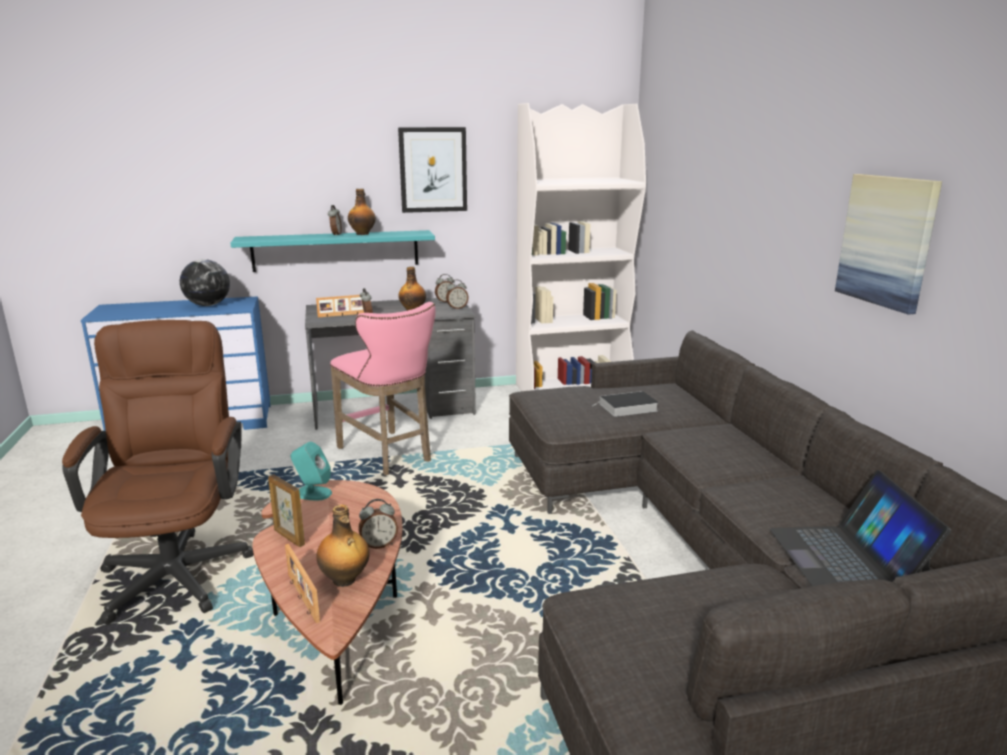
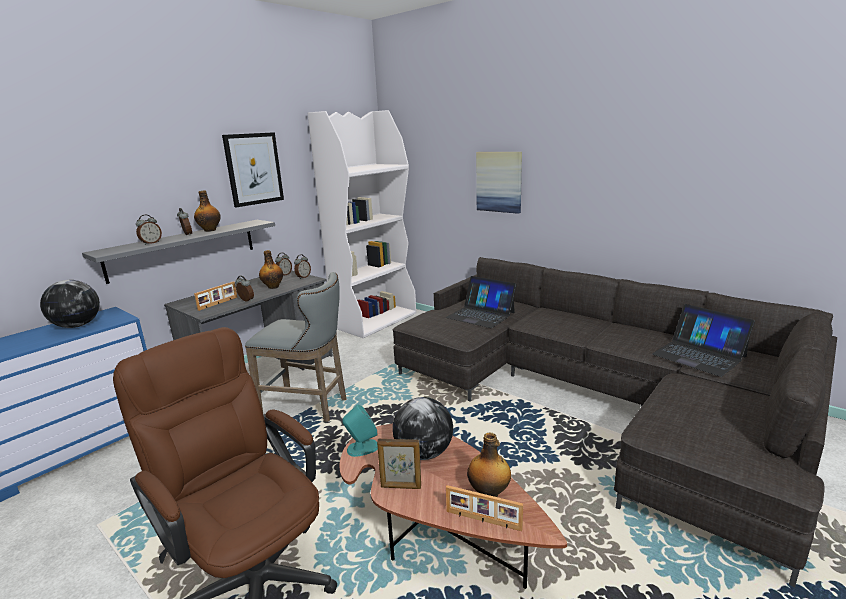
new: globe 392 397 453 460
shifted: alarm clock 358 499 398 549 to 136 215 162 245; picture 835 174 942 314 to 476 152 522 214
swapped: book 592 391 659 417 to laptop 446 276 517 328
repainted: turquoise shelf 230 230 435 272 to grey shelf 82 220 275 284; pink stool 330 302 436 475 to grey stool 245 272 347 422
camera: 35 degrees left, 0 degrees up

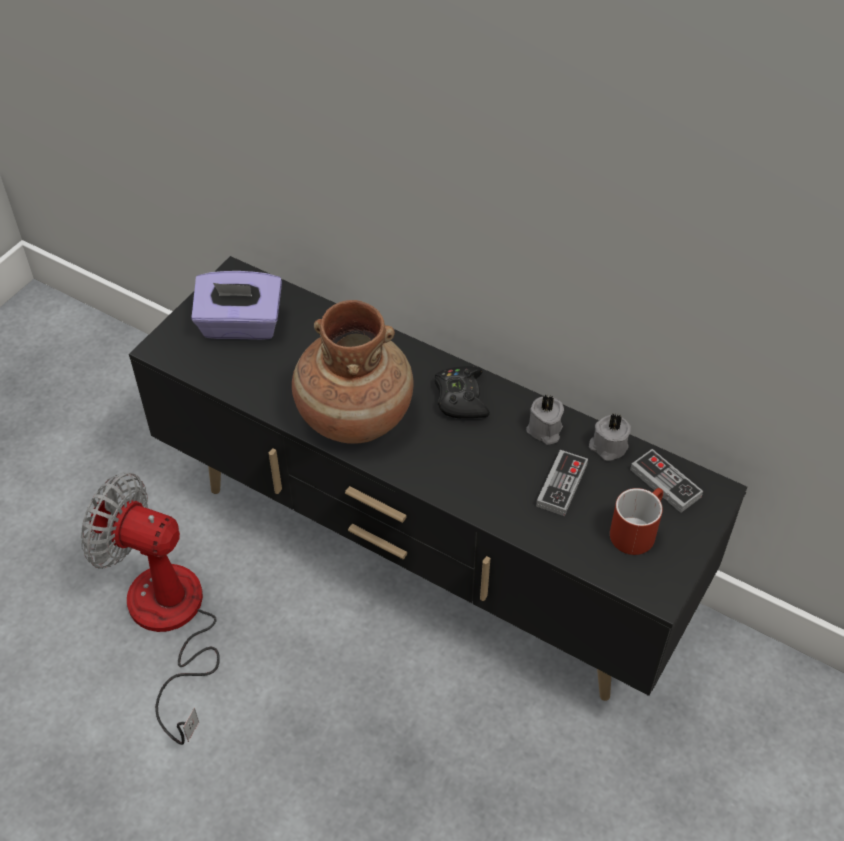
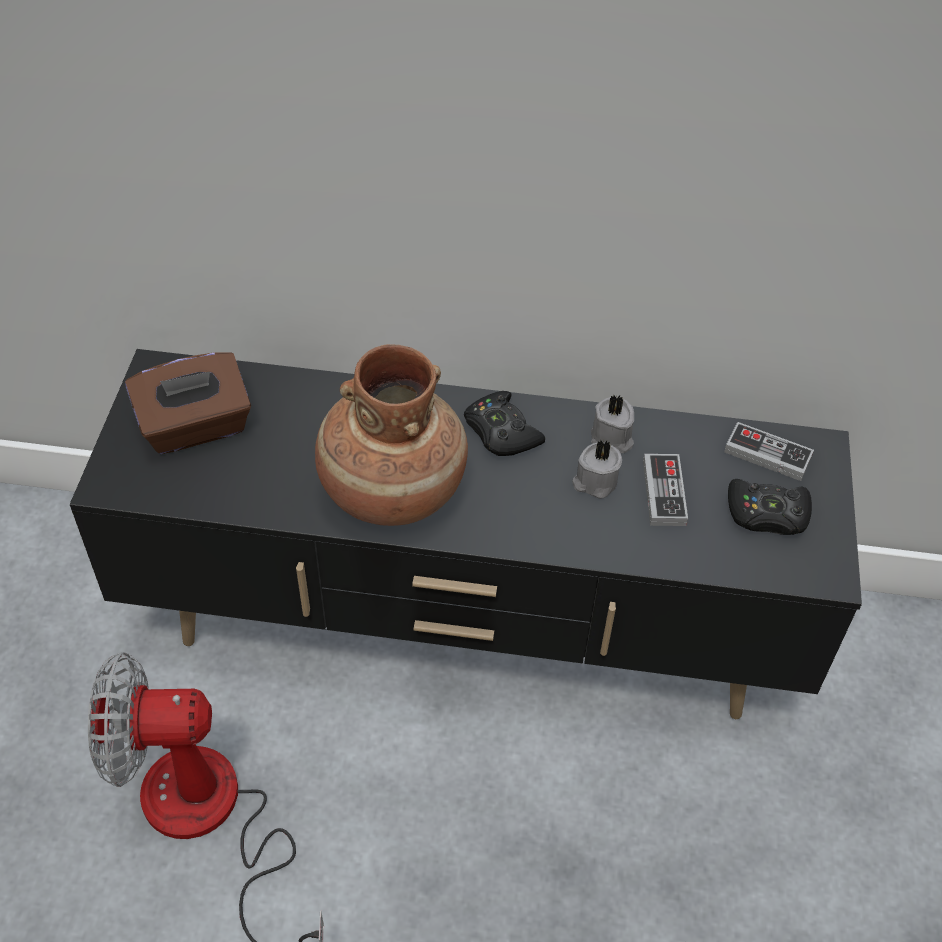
shifted: grey candle 589 413 631 461 to 572 439 622 499
swapped: red mug 610 488 663 555 to black game controller 728 479 812 535
repainted: purple tissue box 191 271 282 340 to brown tissue box 125 352 251 454
camera: 25 degrees left, 0 degrees up

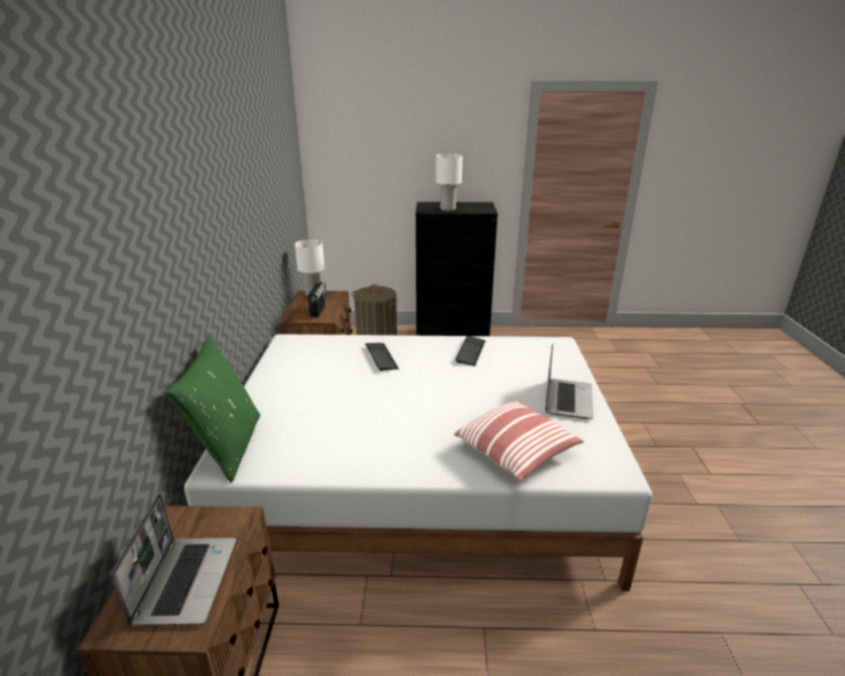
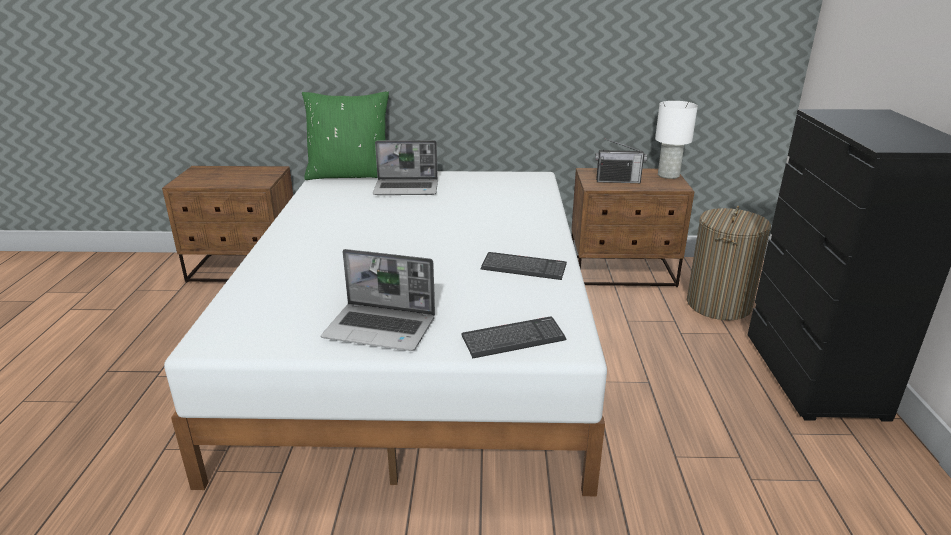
gone: white table lamp 436 154 463 211; pillow 454 401 584 481
shifted: laptop 110 493 236 627 to 373 140 438 195; keyboard 365 343 399 371 to 462 317 567 358
camera: 90 degrees right, 0 degrees up

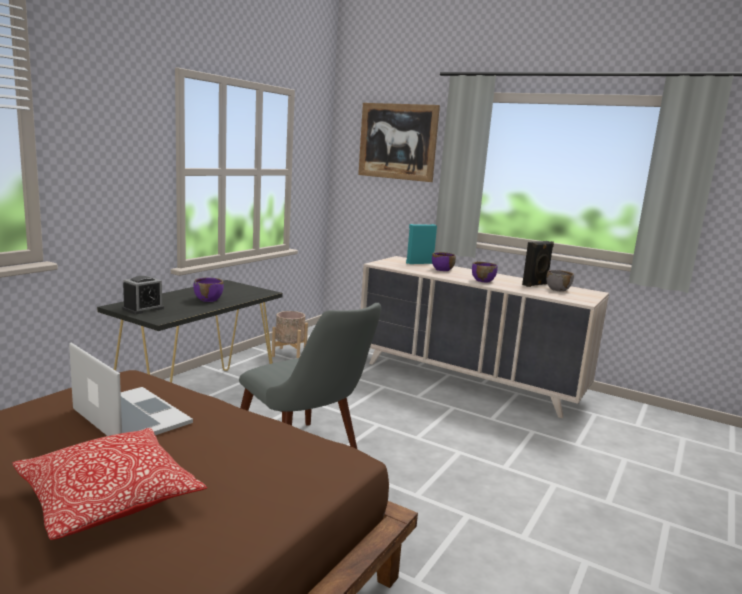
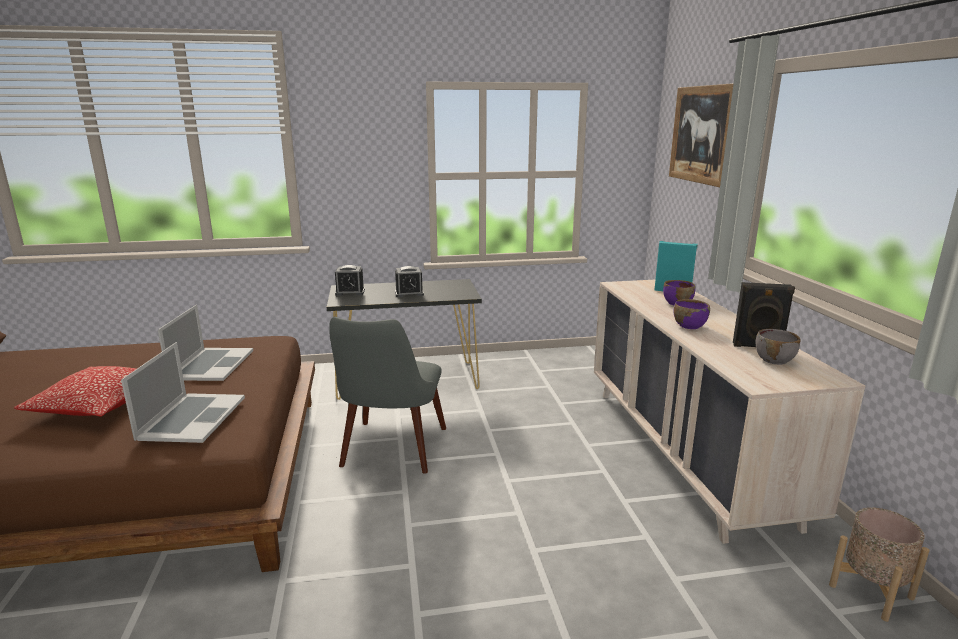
new: laptop 121 342 245 443
shifted: beige planter 272 311 308 358 to 829 508 930 622
swapped: purple bowl 193 278 224 302 to alarm clock 395 266 424 297
camera: 50 degrees right, 5 degrees up

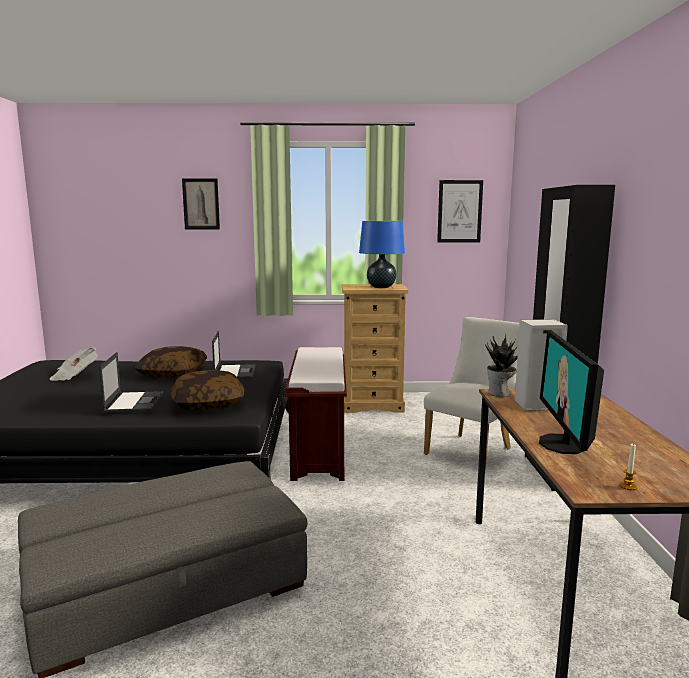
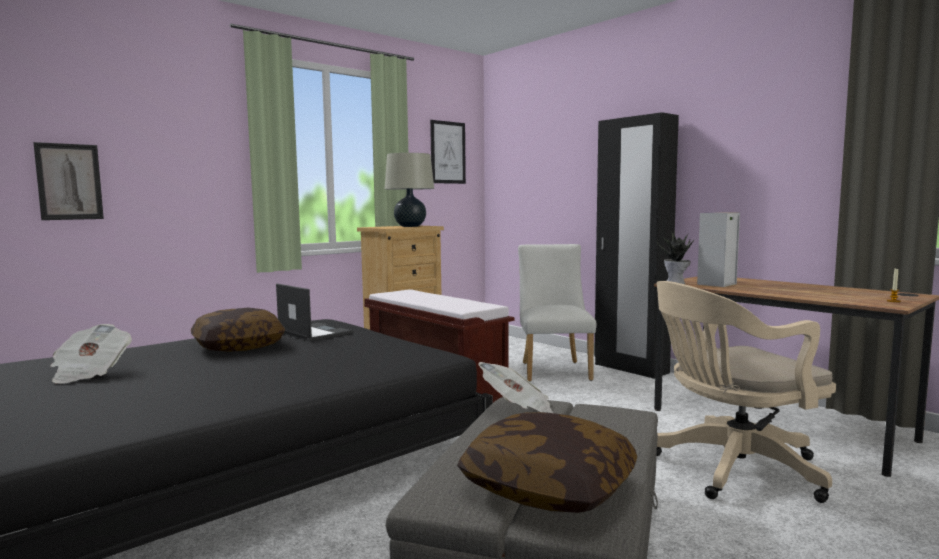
gone: laptop 99 352 163 413; monitor 539 330 604 454
new: newspaper 478 362 553 413; beige office chair 657 281 836 503
shifted: pillow 171 370 244 411 to 457 412 637 513; picture 182 178 220 229 to 33 142 104 220
repainted: blue table lamp 359 221 405 288 to beige table lamp 385 153 434 227
camera: 40 degrees left, 5 degrees down

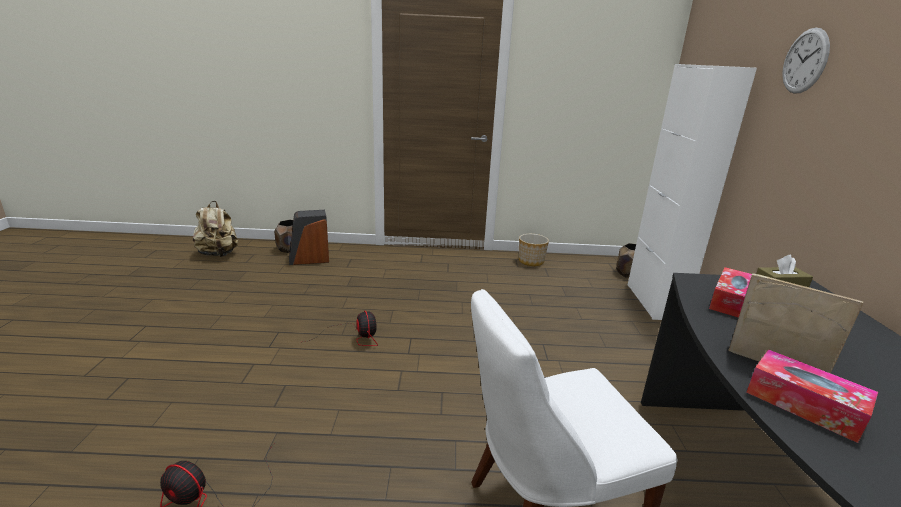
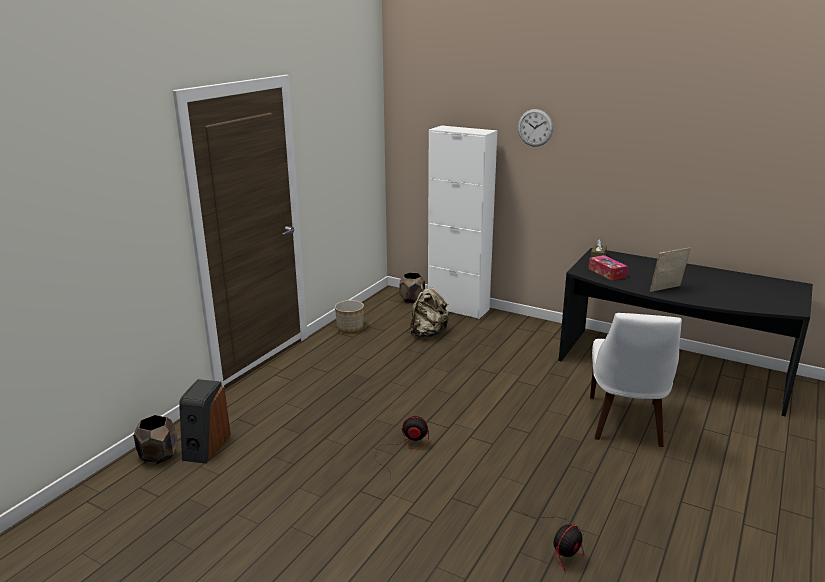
gone: tissue box 746 349 878 443
shifted: beige backpack 193 201 238 257 to 410 284 449 337
camera: 60 degrees left, 0 degrees up

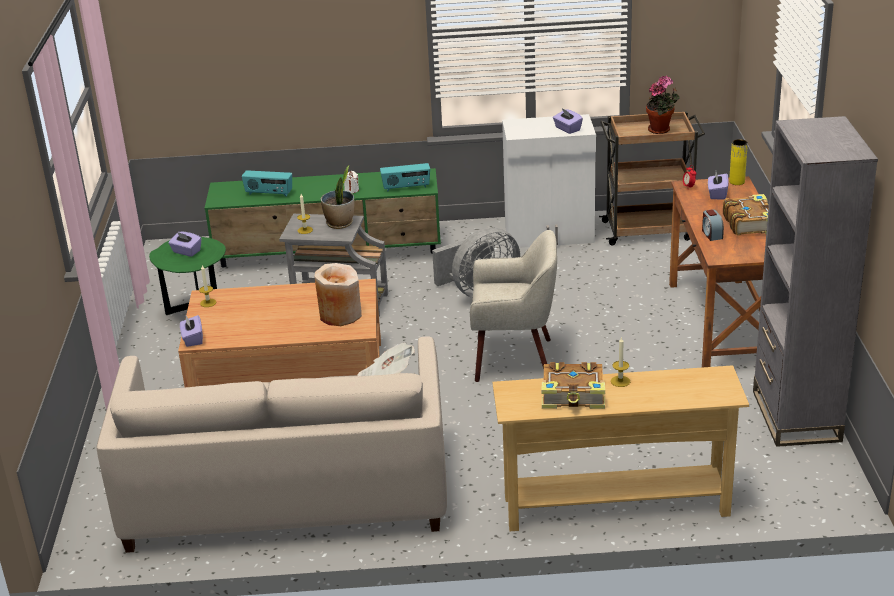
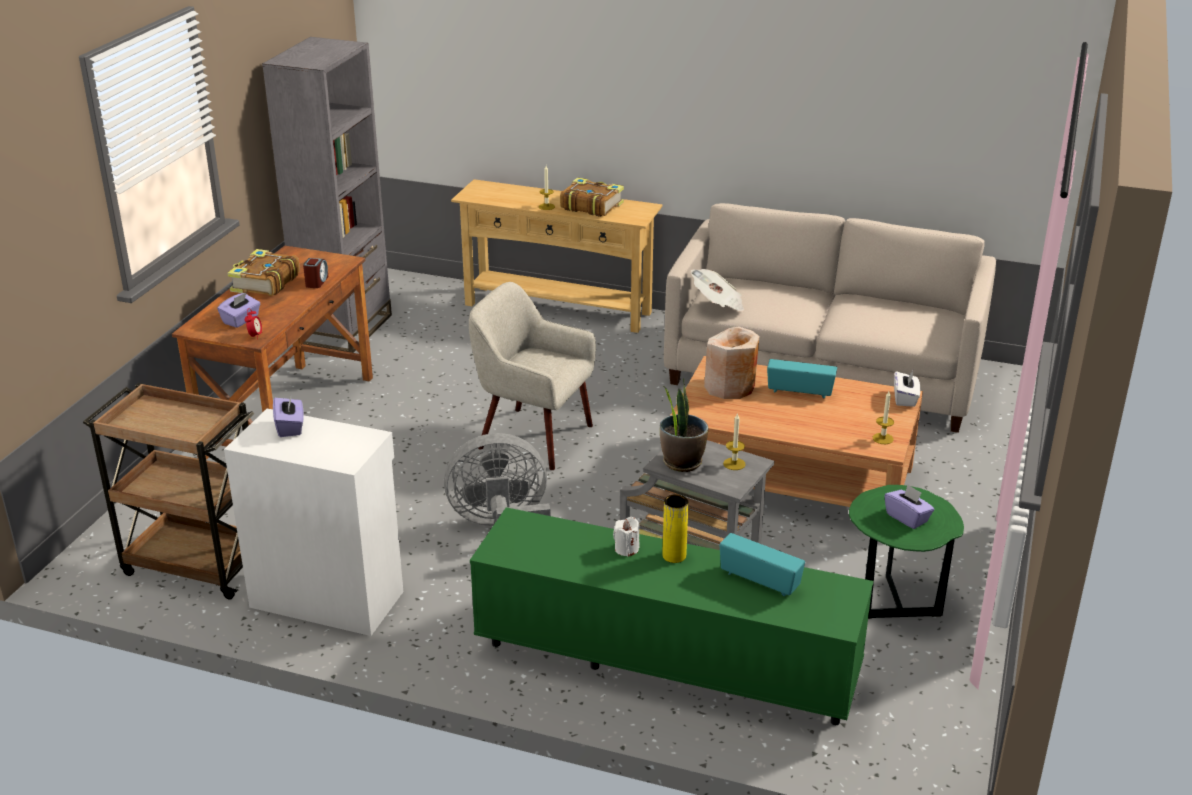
gone: potted plant 646 76 680 134
shifted: radio 380 163 430 191 to 767 359 837 398; yellow vase 729 139 748 185 to 662 494 689 563
repainted: purple tissue box 180 315 203 347 to white tissue box 894 371 920 407
camera: 160 degrees left, 0 degrees up

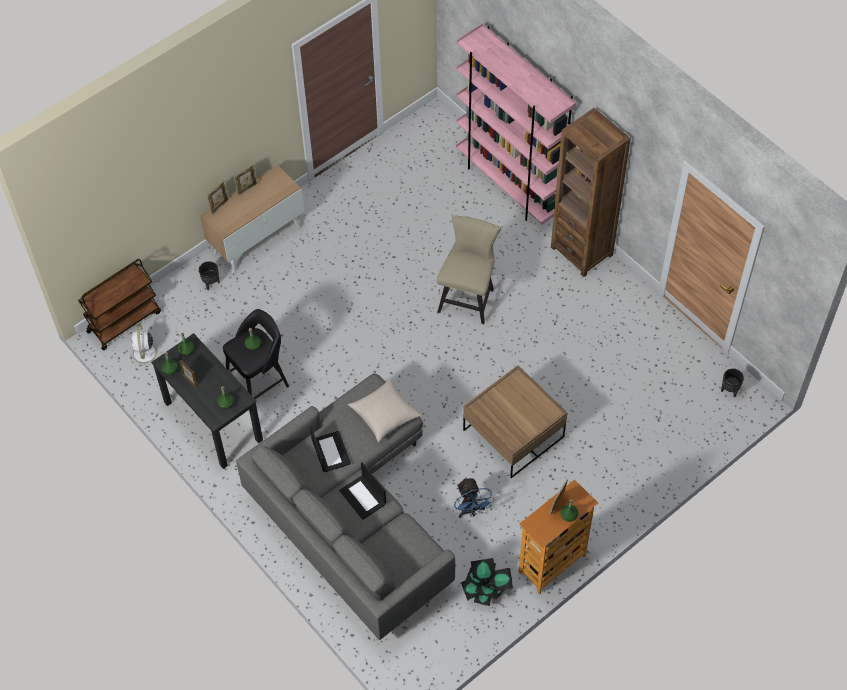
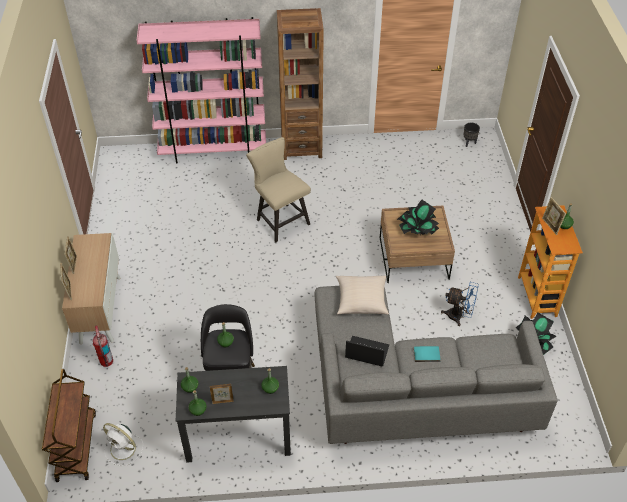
new: potted plant 397 200 439 235
swapped: black planter 199 261 220 290 to fire extinguisher 93 325 113 367; laptop 339 462 386 520 to turquoise book 414 346 441 362
camera: 55 degrees left, 10 degrees down

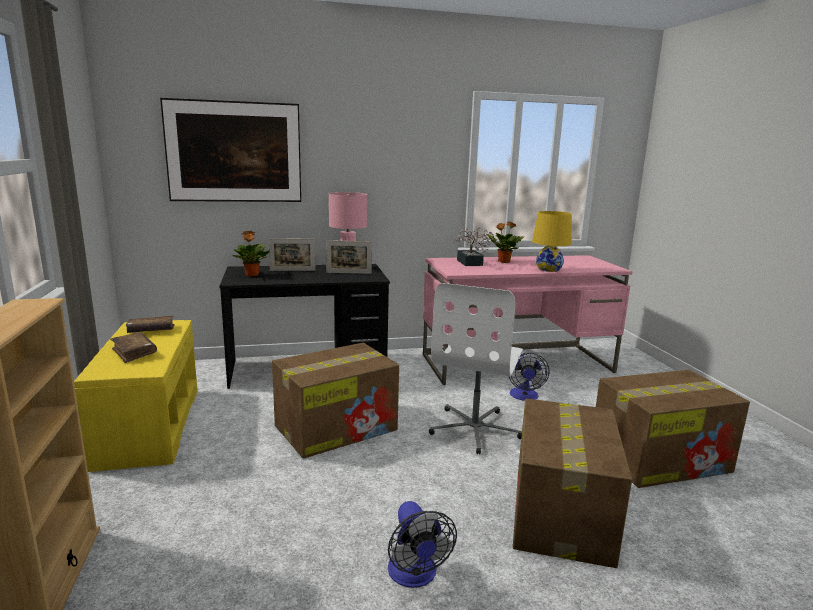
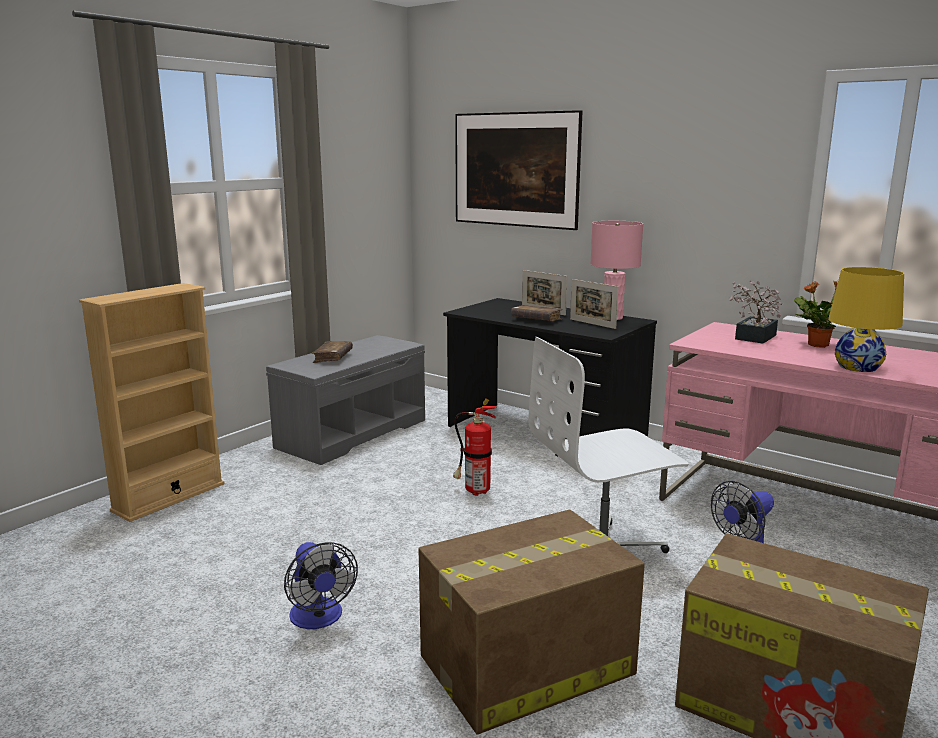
gone: potted plant 232 231 269 276
shifted: brown book 126 316 175 333 to 511 305 563 321
swapped: cardboard box 272 343 399 459 to fire extinguisher 453 399 497 496
repainted: yellow bench 74 320 198 472 to grey bench 266 335 425 465
rotated: fan 388 501 457 588 = 284 542 358 629 60 degrees counterclockwise
camera: 50 degrees right, 0 degrees up

